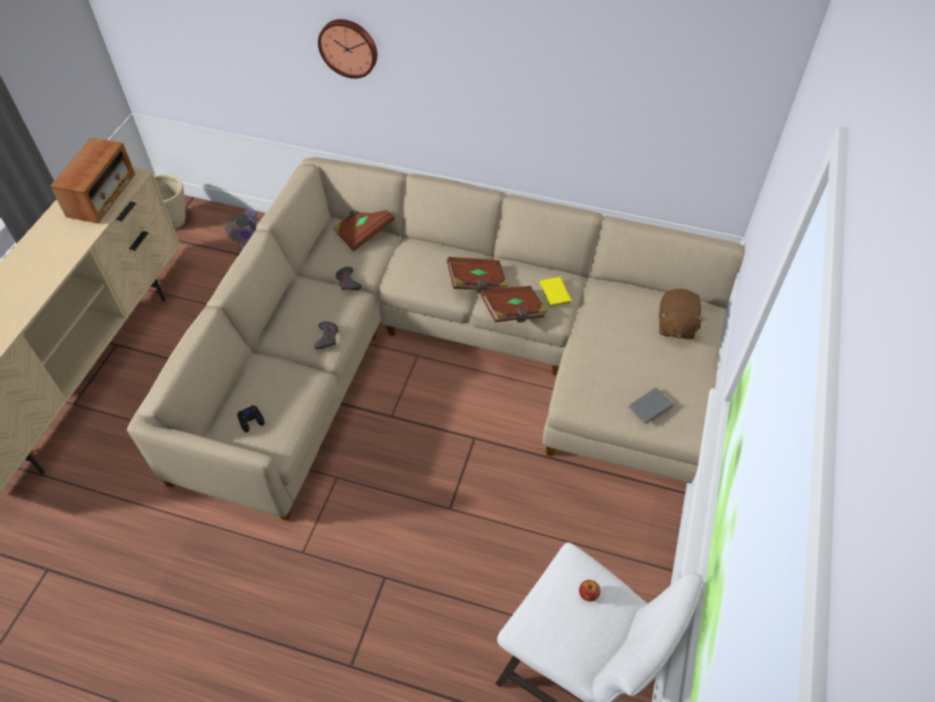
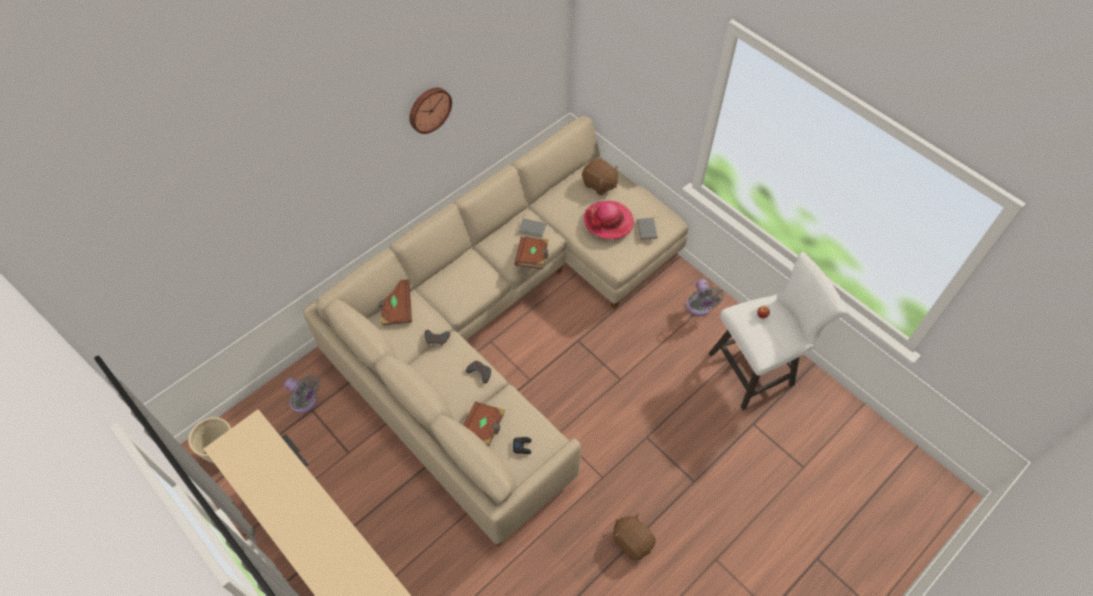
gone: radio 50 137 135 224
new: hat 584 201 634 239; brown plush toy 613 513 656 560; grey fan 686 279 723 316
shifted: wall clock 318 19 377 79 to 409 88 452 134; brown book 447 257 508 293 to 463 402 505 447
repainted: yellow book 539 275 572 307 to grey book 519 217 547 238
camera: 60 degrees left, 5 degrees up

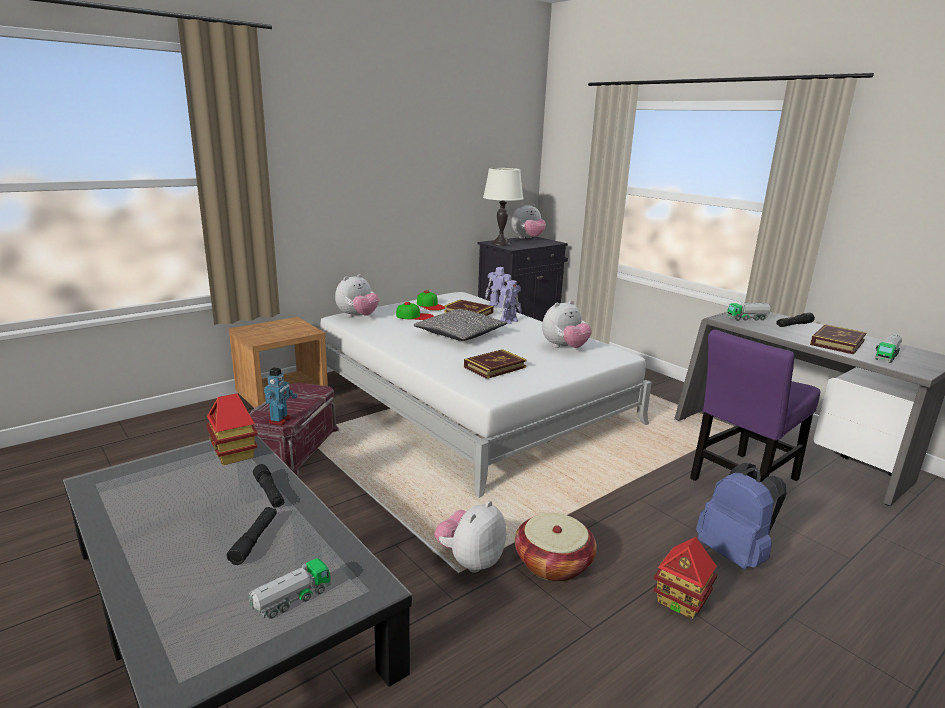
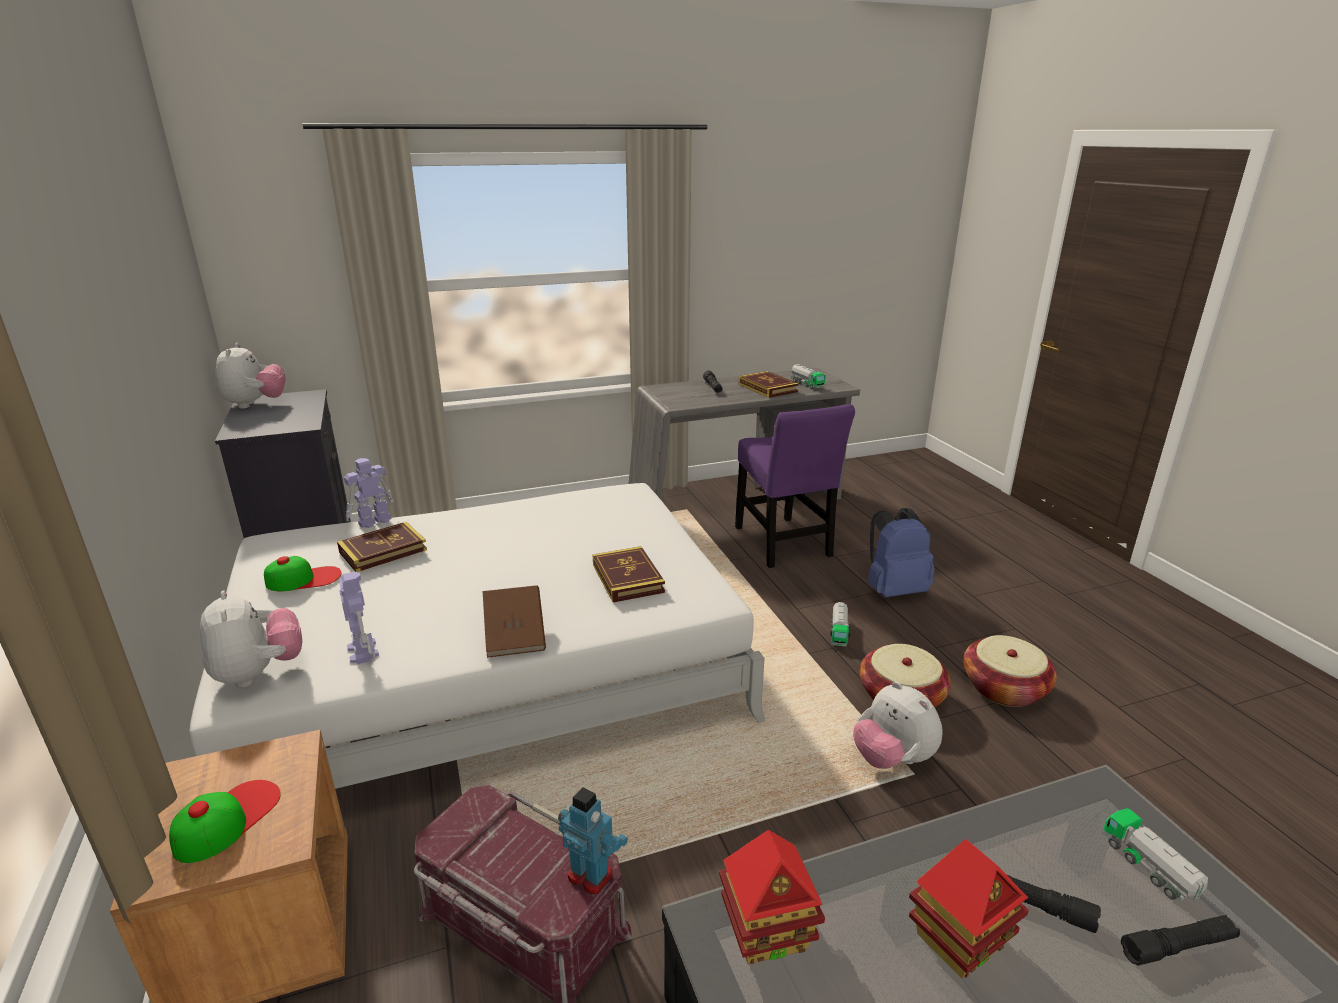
gone: grey pillow 413 309 507 341; white table lamp 483 168 524 246; plush toy 542 300 592 348
new: brown book 483 585 546 658; basket 963 635 1057 707
shifted: black flashlight 253 464 284 508 to 1121 915 1240 966; cap 396 302 434 320 to 169 780 281 863; toy robot 500 280 521 324 to 339 572 379 664; toy house 653 537 717 619 to 909 839 1029 978; toy truck 727 303 771 321 to 830 602 851 646
camera: 70 degrees left, 5 degrees up

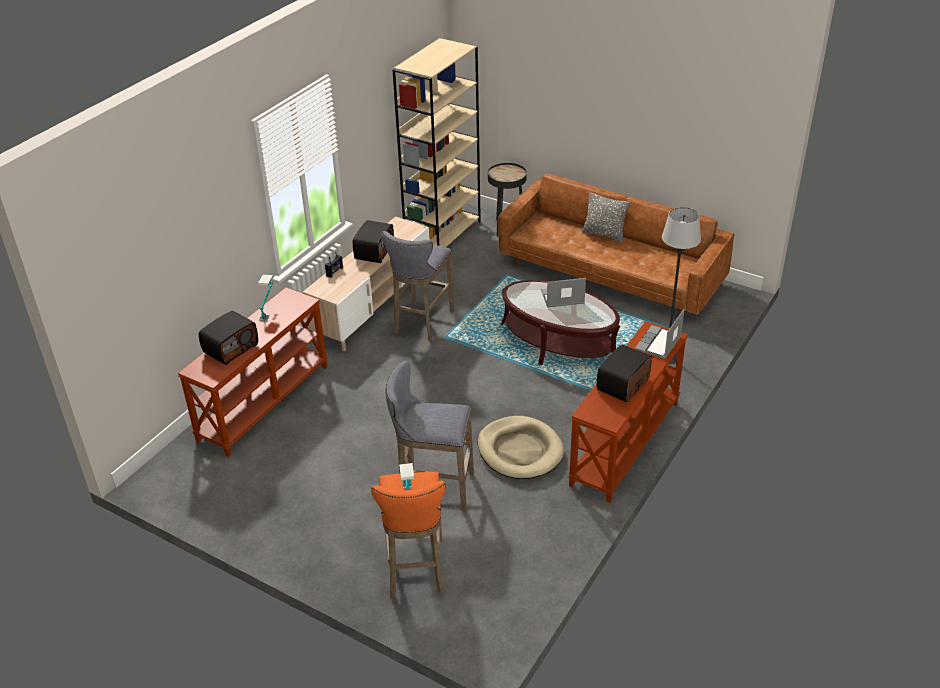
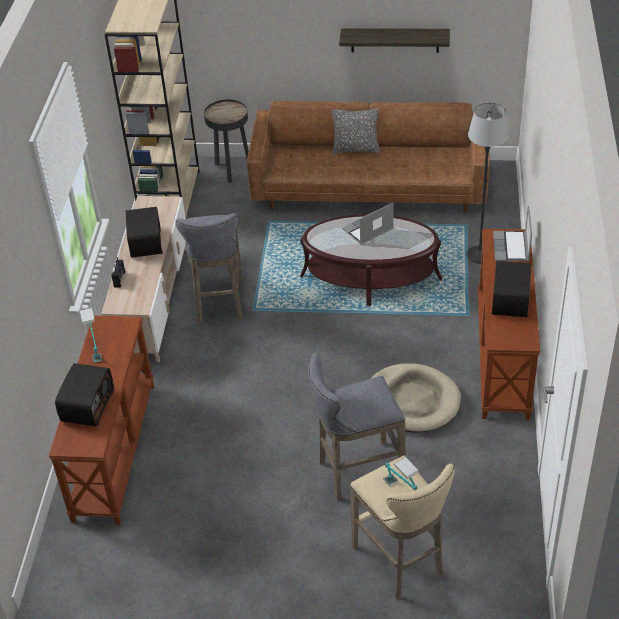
new: shelf 339 28 450 53
repainted: orange stool 371 472 446 598 to beige stool 350 455 455 599
camera: 25 degrees left, 5 degrees up

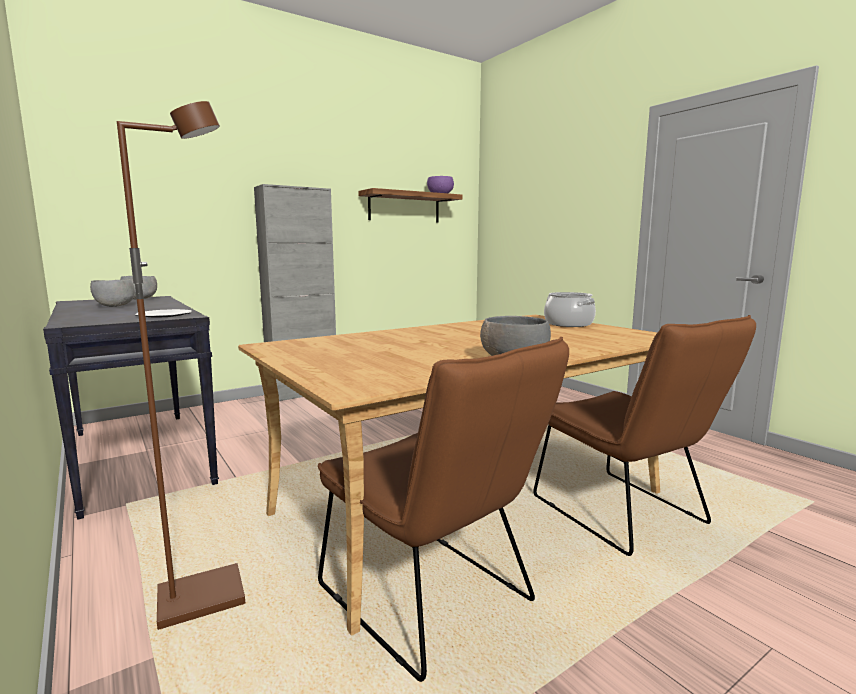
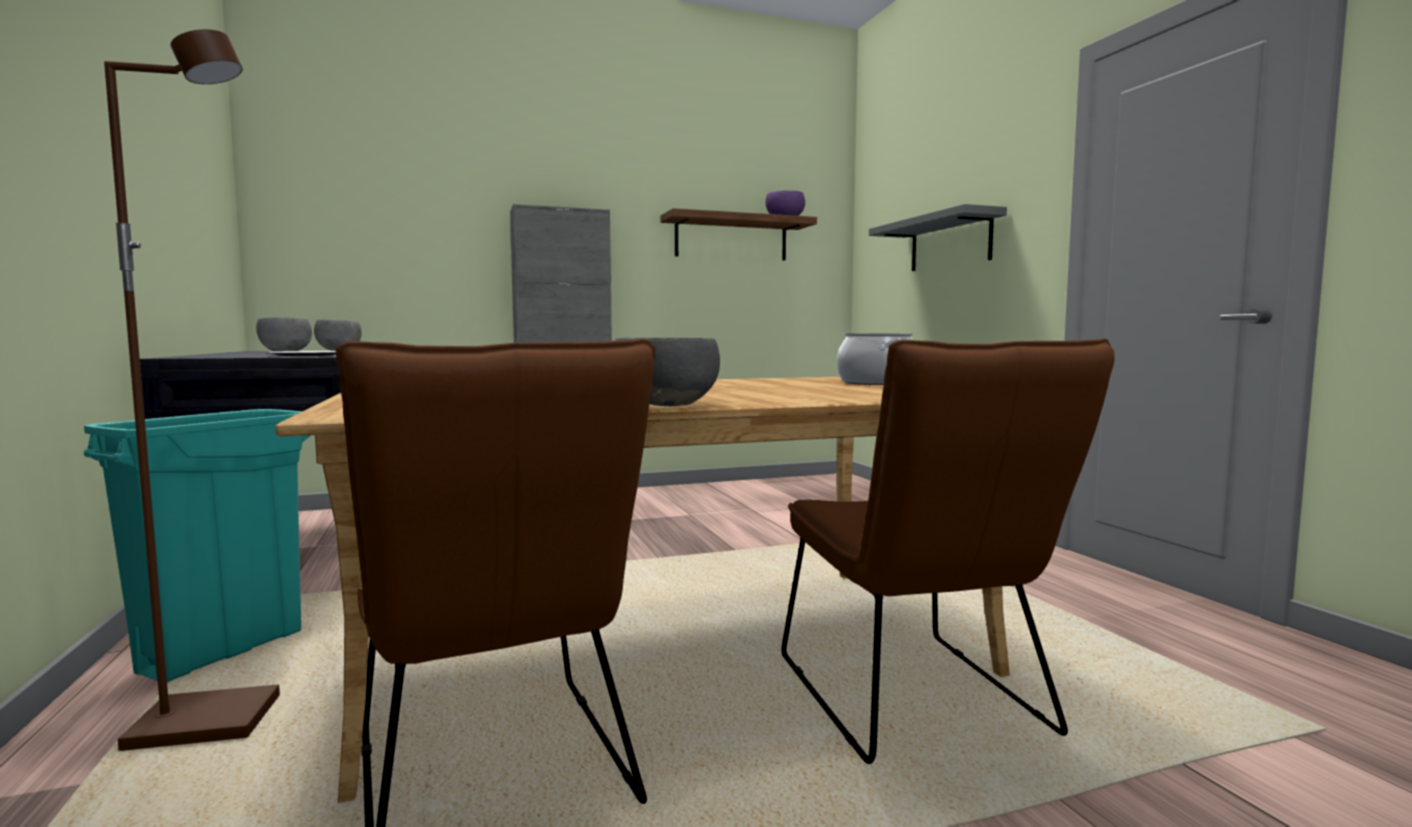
new: turquoise trash can 84 409 311 682; grey shelf 869 204 1007 271
camera: 15 degrees right, 5 degrees down

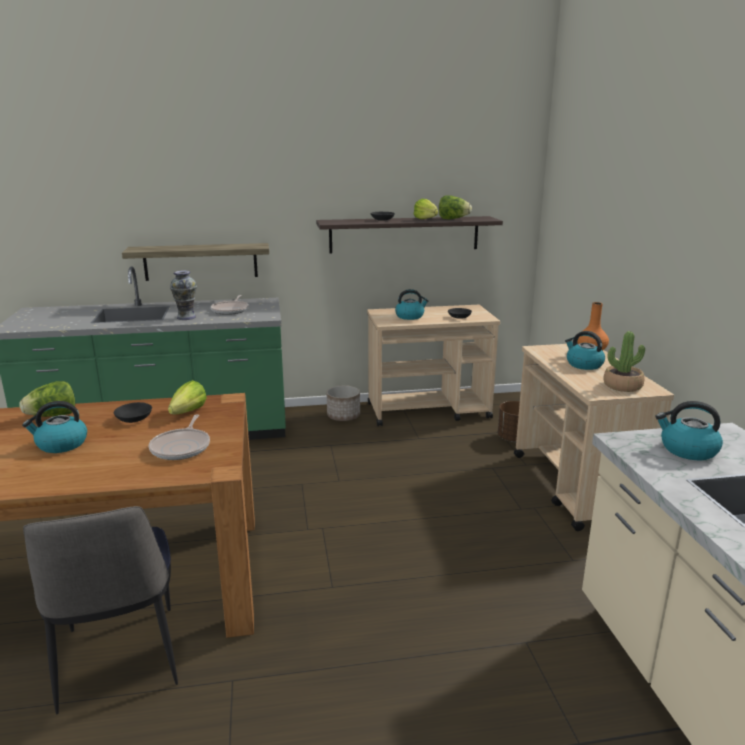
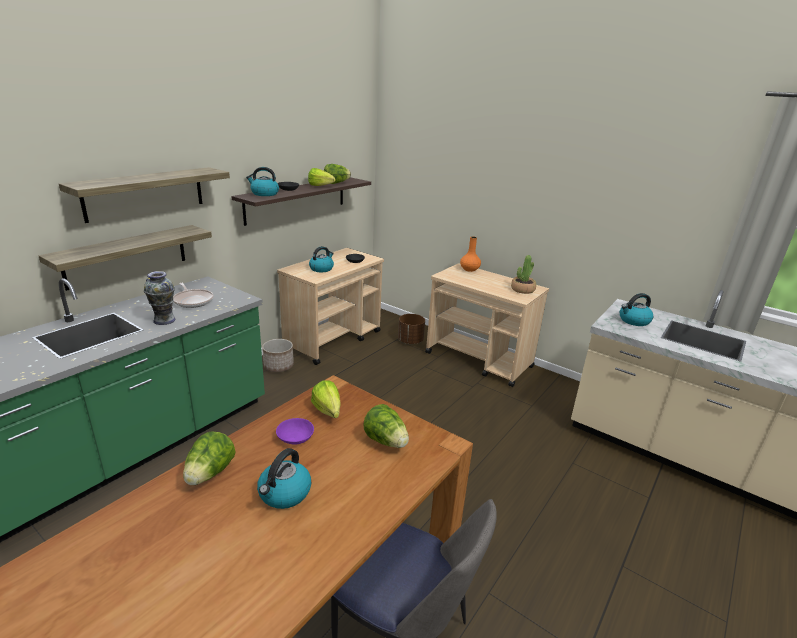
new: shelf 59 167 230 223
shifted: kettle 565 331 605 370 to 246 167 279 196
swapped: frying pan 149 415 210 460 to lettuce 363 404 409 448
repainted: black bowl 114 402 152 423 to purple bowl 276 418 314 445
camera: 45 degrees left, 5 degrees up

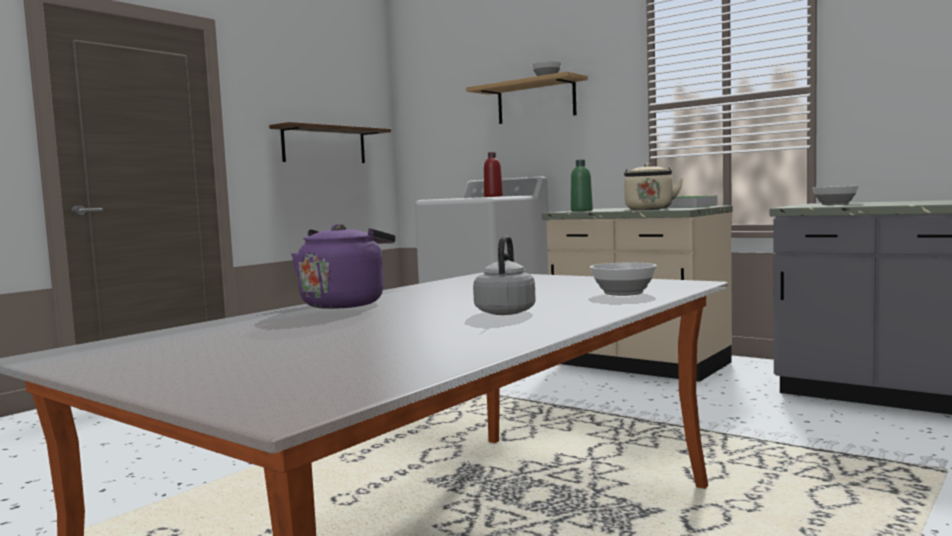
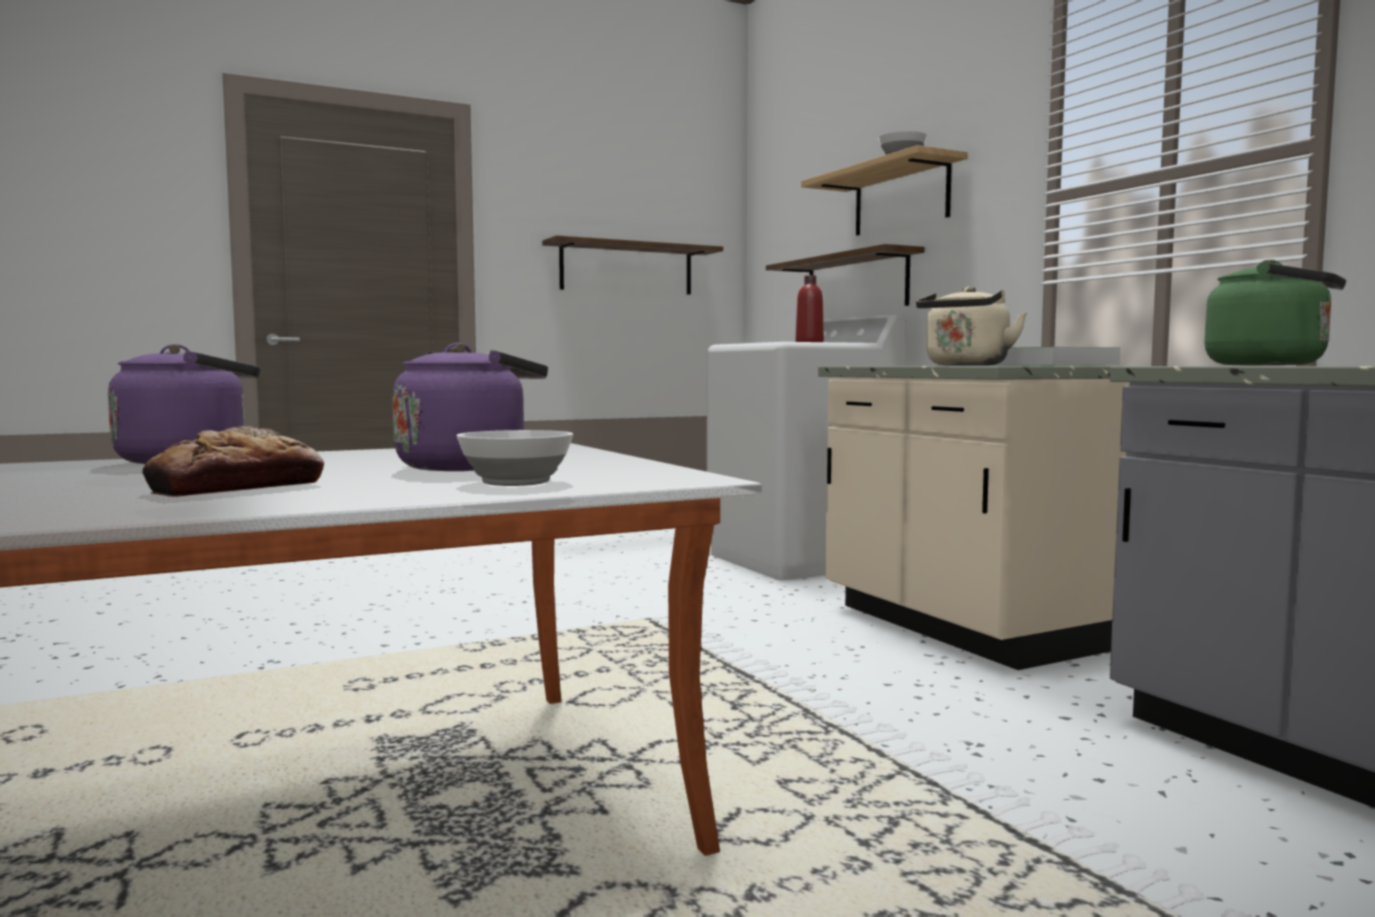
gone: green bottle 571 160 593 211
new: purple kettle 392 343 548 471; shelf 766 244 924 306
swapped: grey kettle 473 236 536 315 to bread 142 426 324 497; bowl 812 186 859 205 to green kettle 1204 260 1346 365
camera: 25 degrees right, 0 degrees up

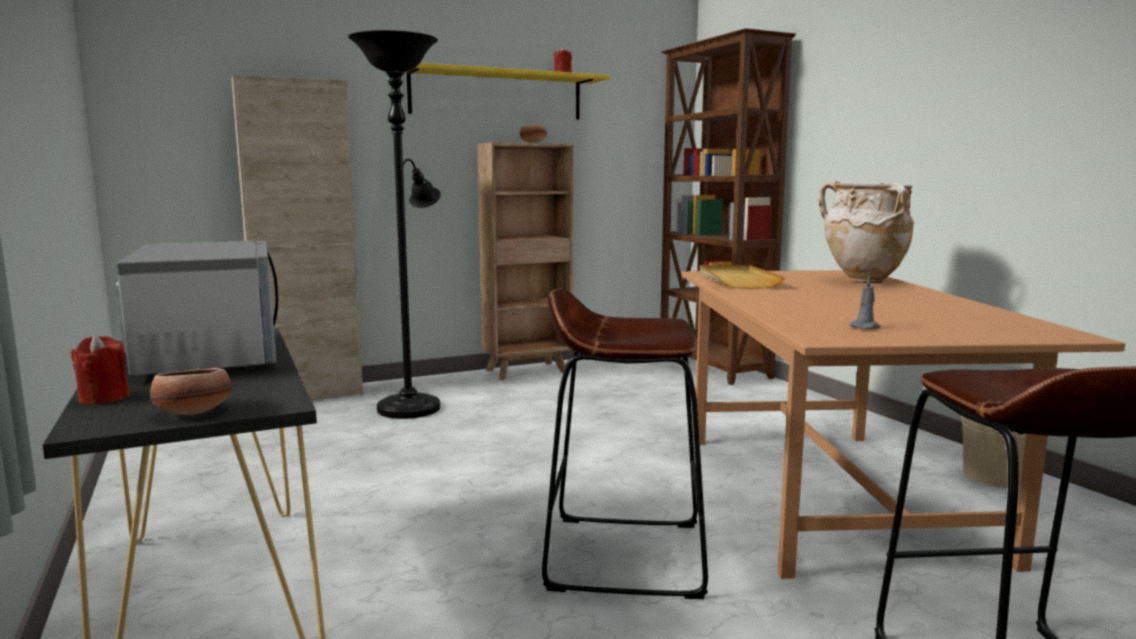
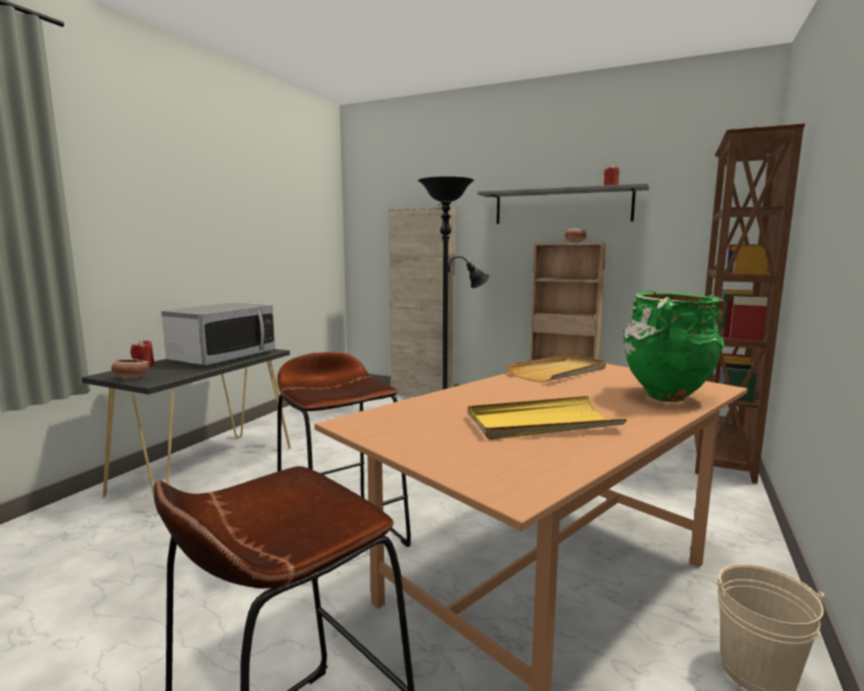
gone: grey candle 849 276 881 329
new: yellow tray 468 396 627 440
repainted: yellow shelf 403 63 610 120 to grey shelf 478 183 649 224; beige vase 818 181 914 283 to green vase 623 290 727 402
camera: 50 degrees right, 0 degrees up

